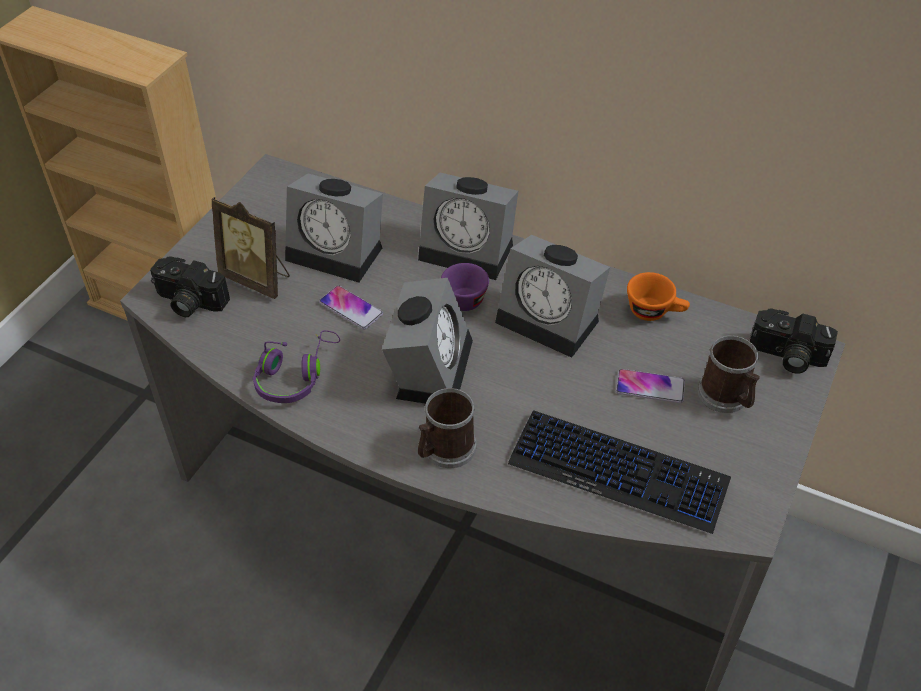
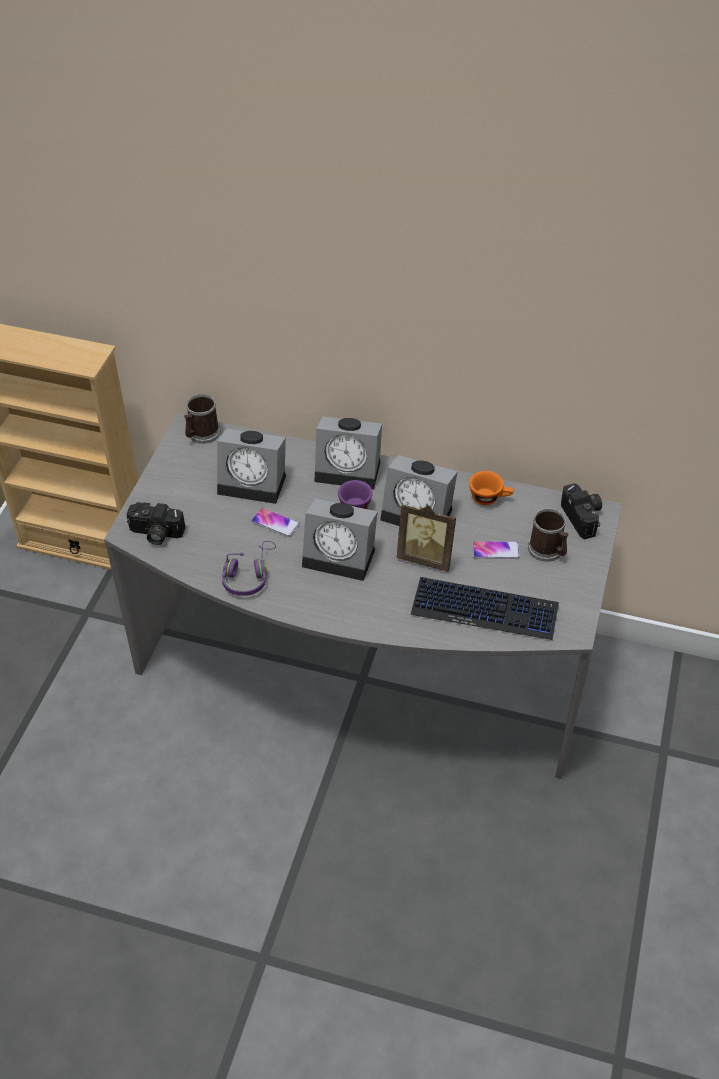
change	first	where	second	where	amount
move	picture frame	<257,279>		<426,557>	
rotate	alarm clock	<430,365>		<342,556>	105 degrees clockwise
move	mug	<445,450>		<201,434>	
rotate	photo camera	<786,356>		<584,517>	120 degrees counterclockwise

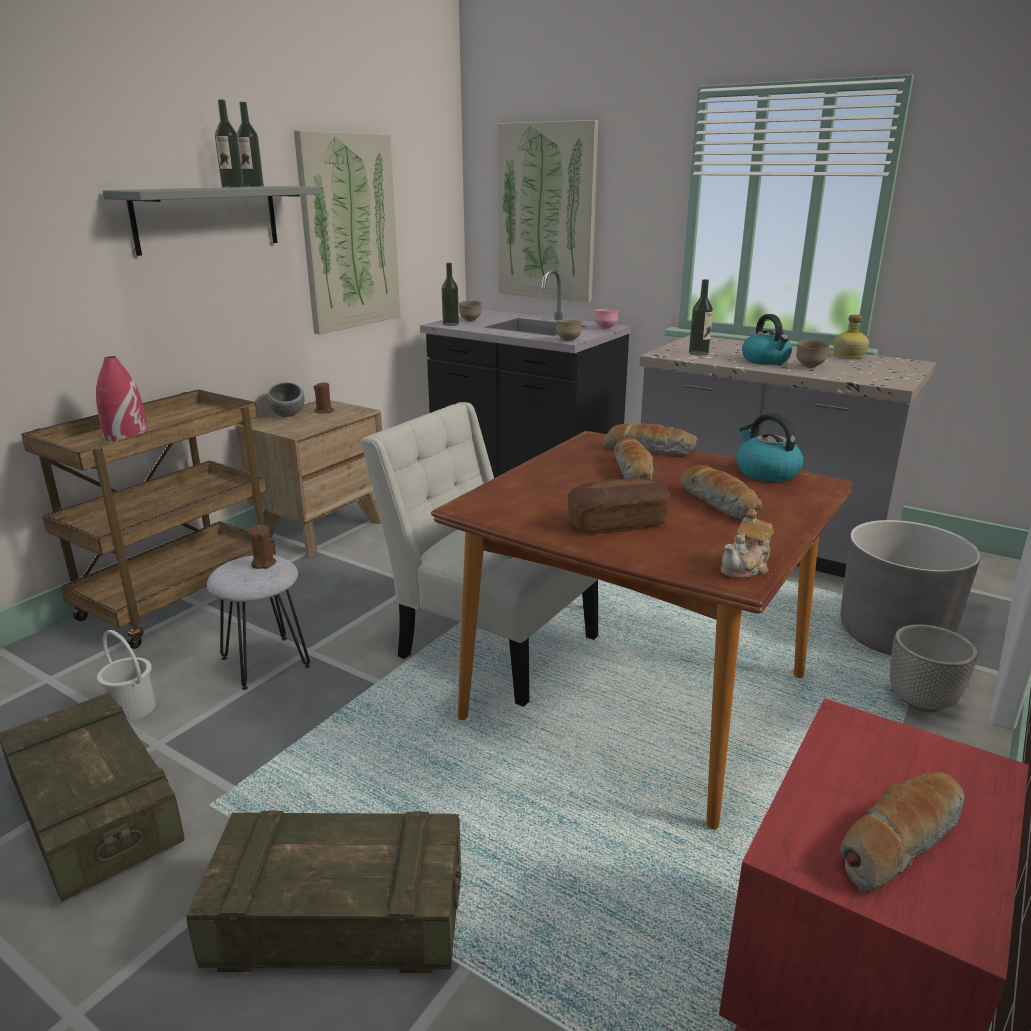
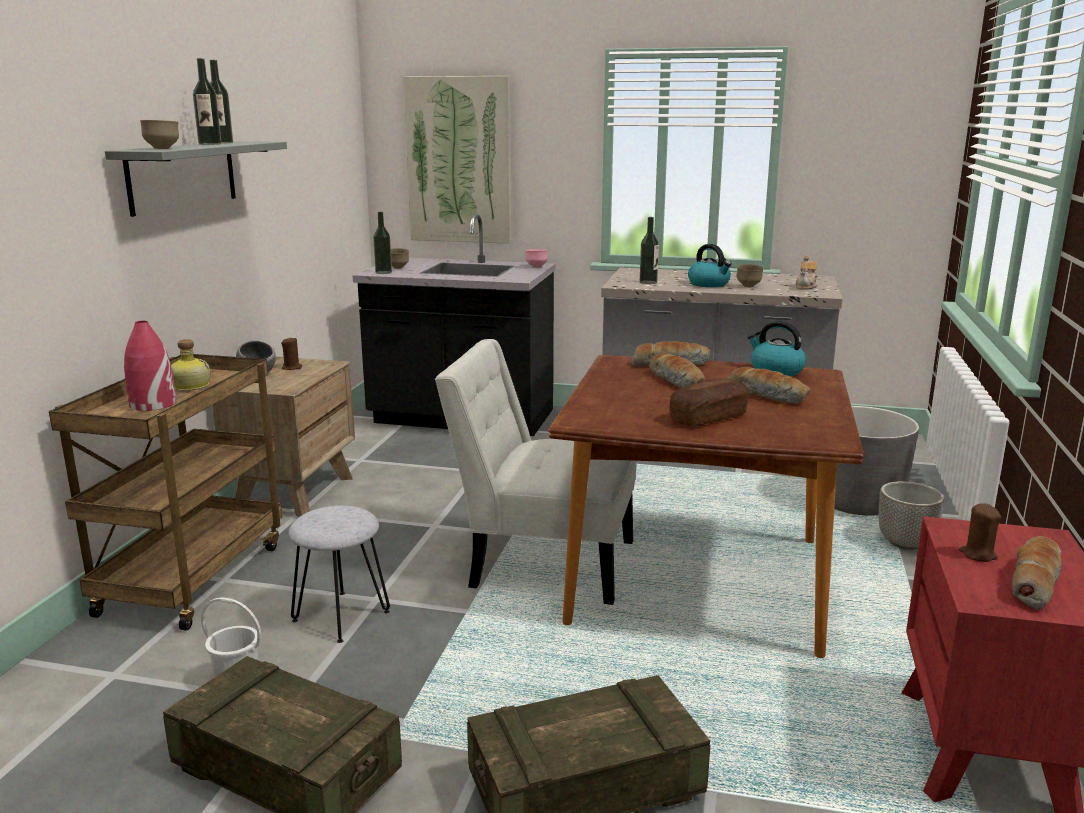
change	first	where	second	where	amount
move	candle in brown	<263,563>		<978,554>	
delete	picture	<349,233>			
move	bowl in brown	<568,340>		<162,149>	
move	teapot	<746,568>		<806,287>	
move	bottle	<848,355>		<190,386>	

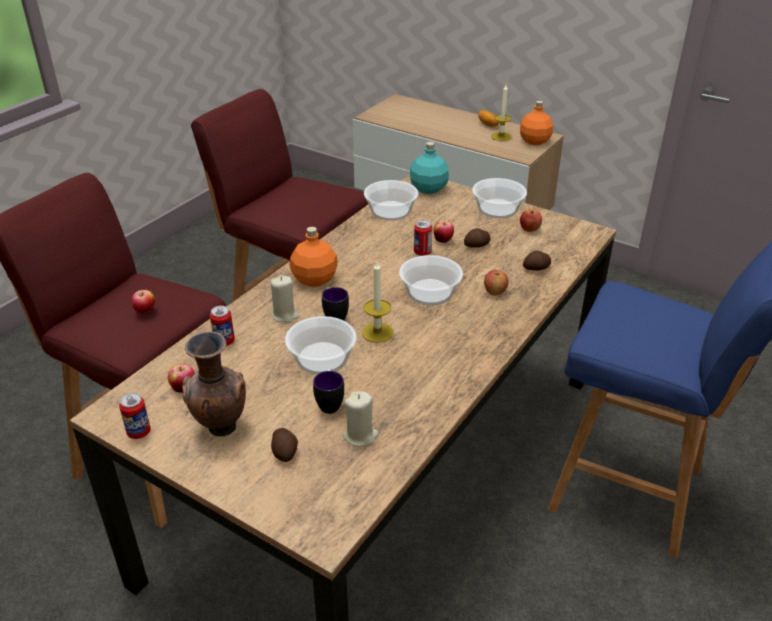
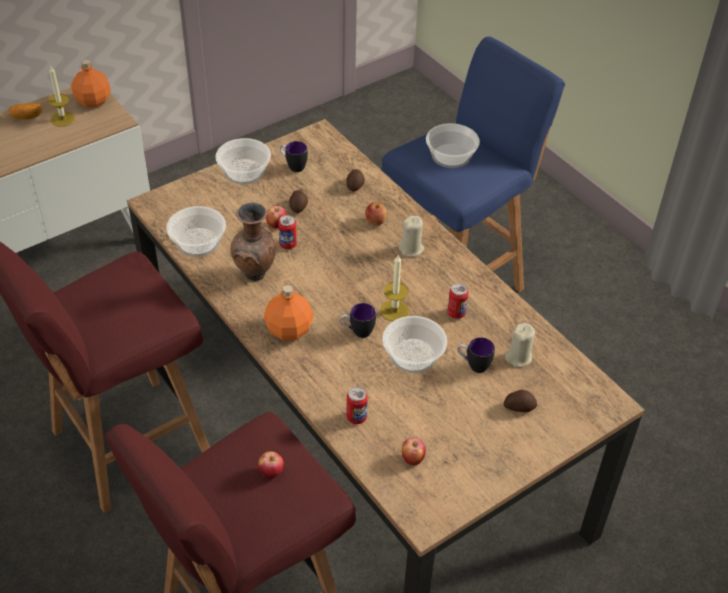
change	first	where	second	where	amount
move	can	<139,432>		<456,313>	
move	vase in brown	<220,429>		<256,275>	
move	candle in beige	<285,315>		<411,249>	
move	bowl	<429,292>		<451,156>	
delete	bottle in turquoise	<428,188>			
replace	apple	<529,230>	mug	<293,166>	

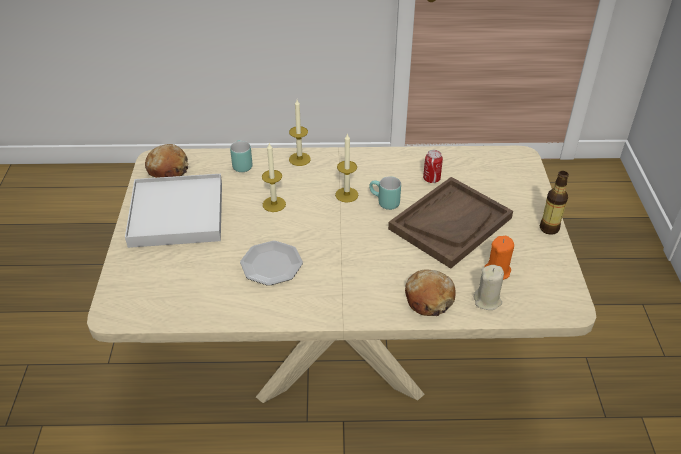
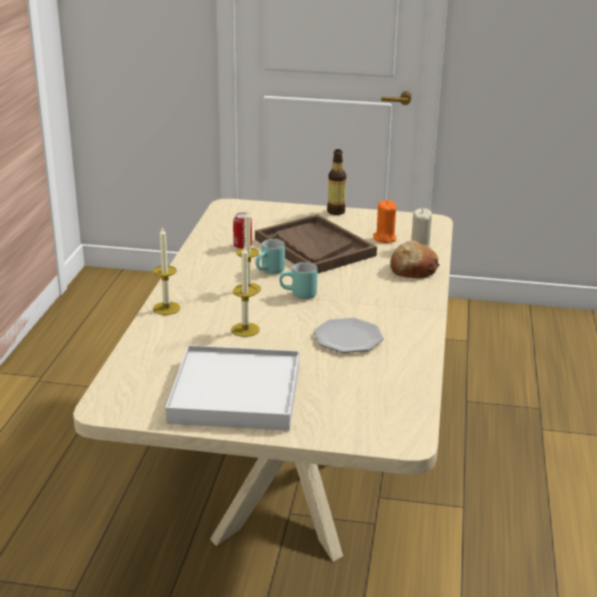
change	first	where	second	where	amount
delete	bread	<168,169>			
move	mug in turquoise	<240,164>		<298,295>	

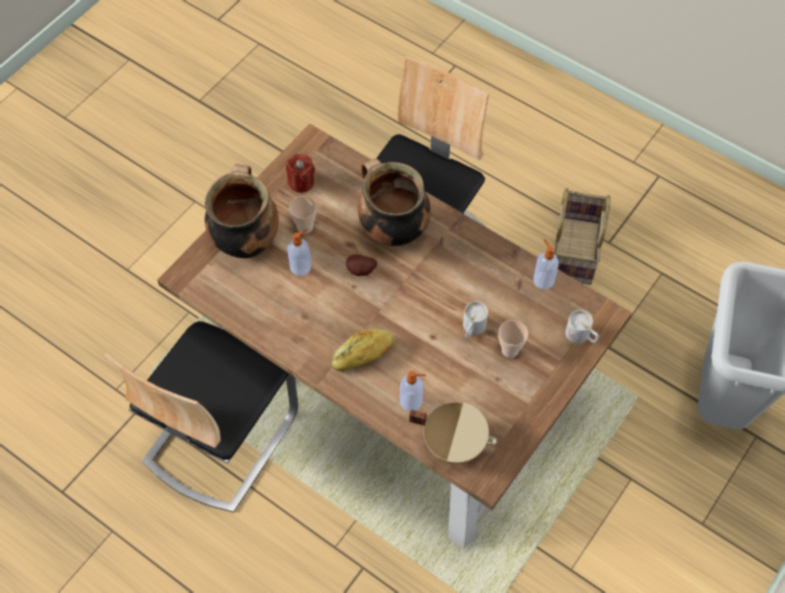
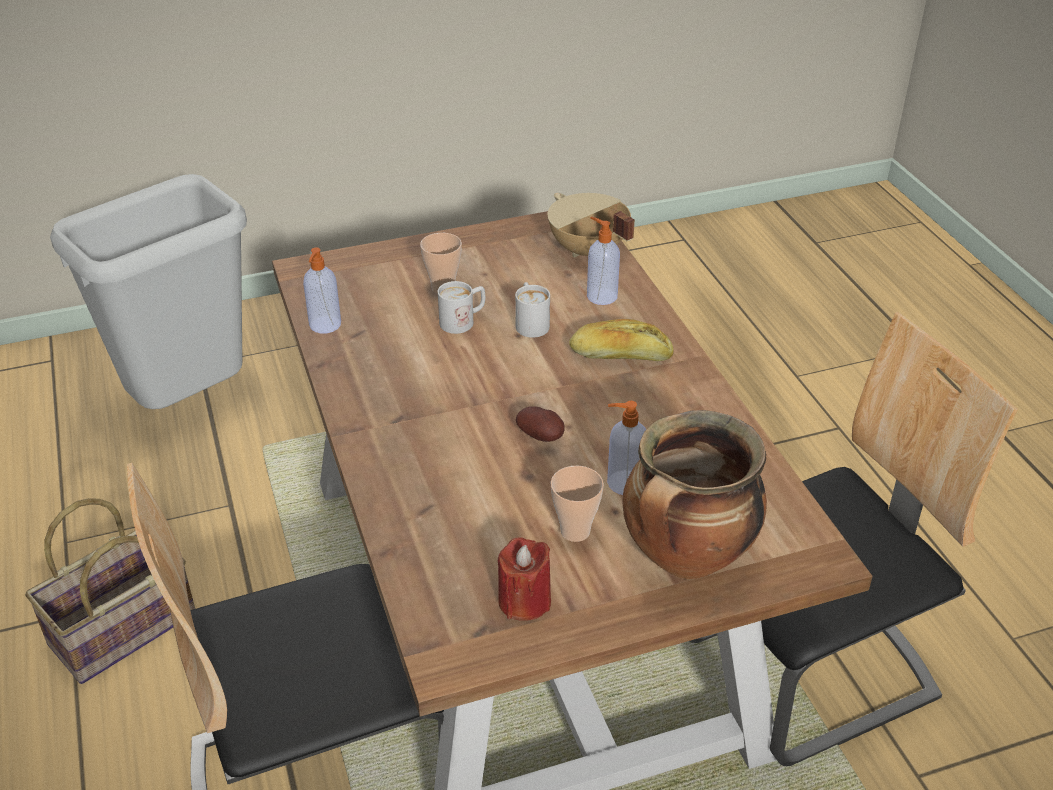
change	first	where	second	where	amount
delete	cooking pot	<392,230>			
move	mug in white	<581,336>		<530,322>	

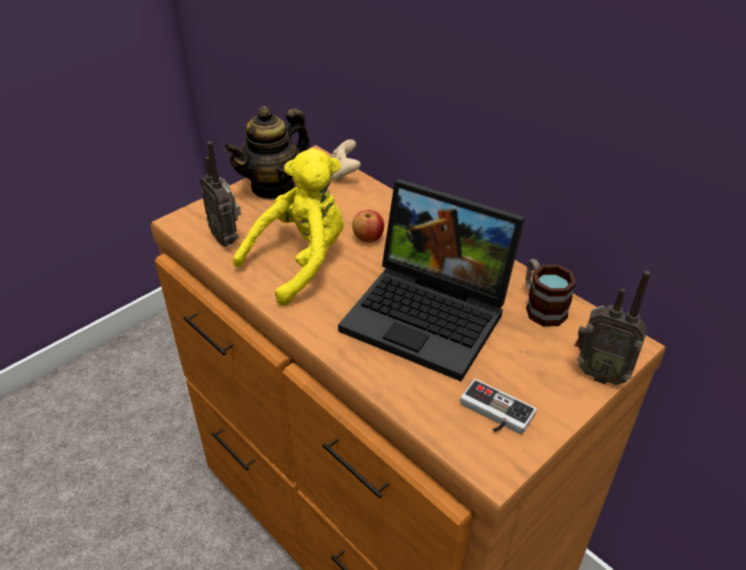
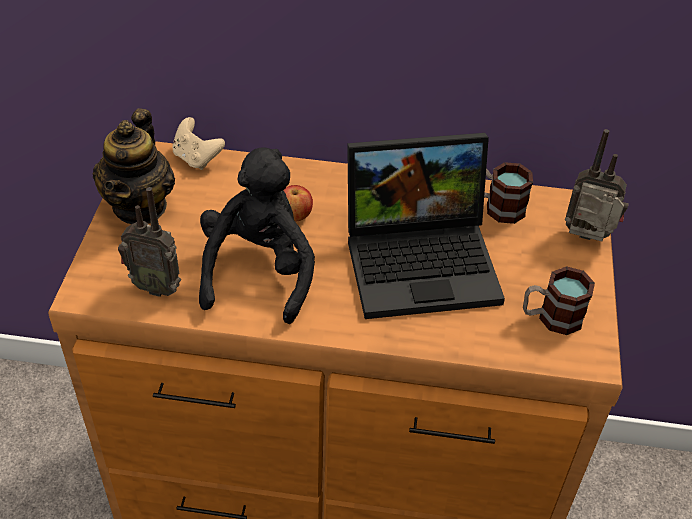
change	first	where	second	where	amount
recolor	plush toy in yellow	<301,262>	plush toy in black	<259,272>	
replace	game controller	<493,414>	mug	<551,317>	
rotate	radio	<599,373>		<587,240>	150 degrees counterclockwise

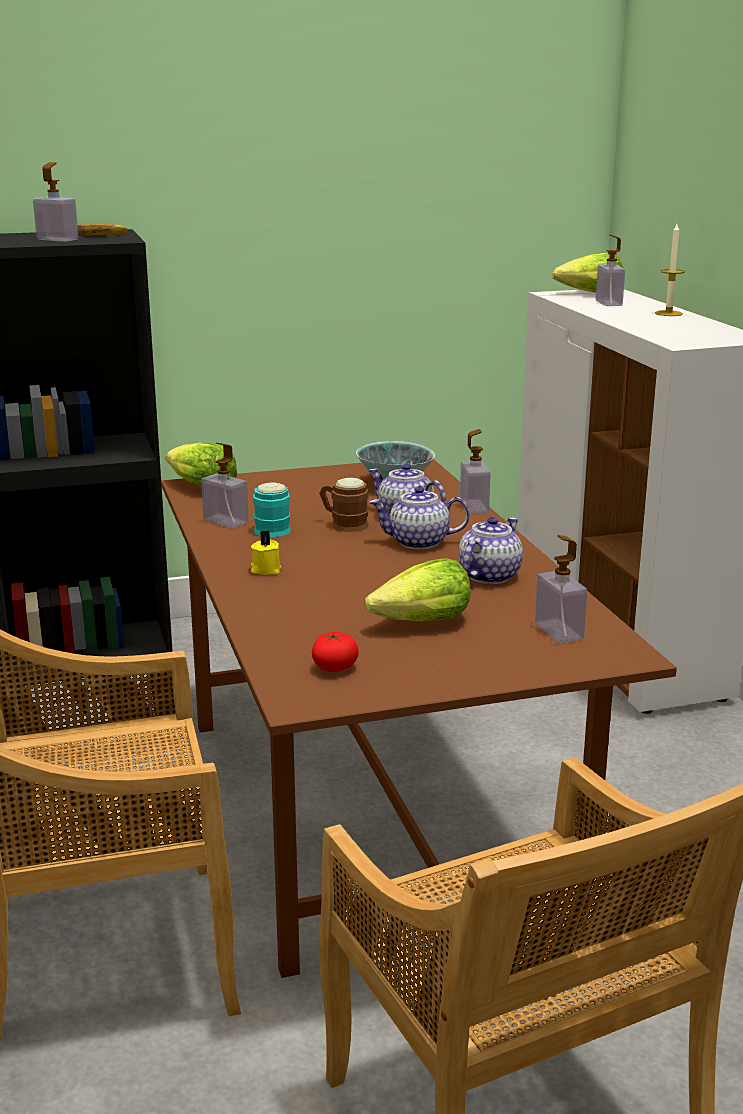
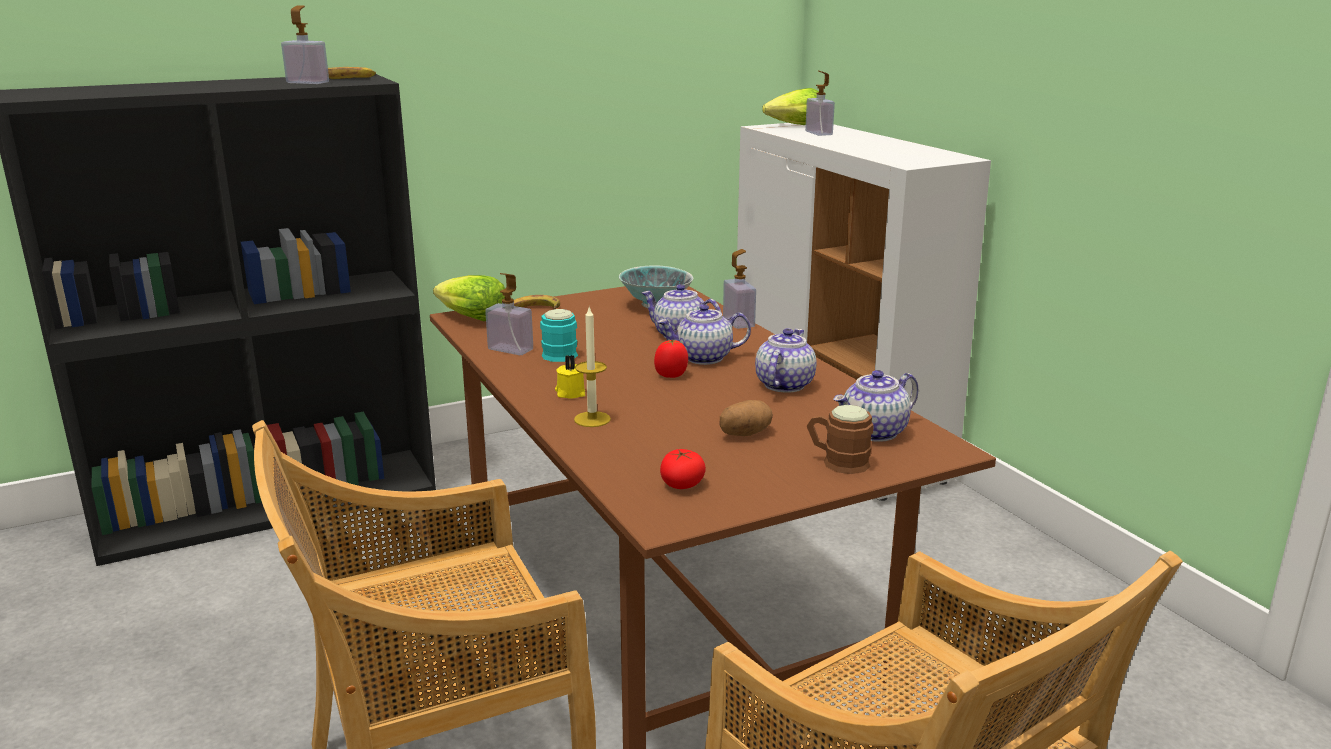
change	first	where	second	where	amount
move	mug in brown	<343,524>		<837,462>	
replace	lettuce	<423,622>	potato	<745,433>	
replace	soap dispenser	<558,631>	teapot	<874,432>	
move	candle	<668,313>		<592,419>	
insert			banana	<534,309>	
insert			tomato	<671,375>	

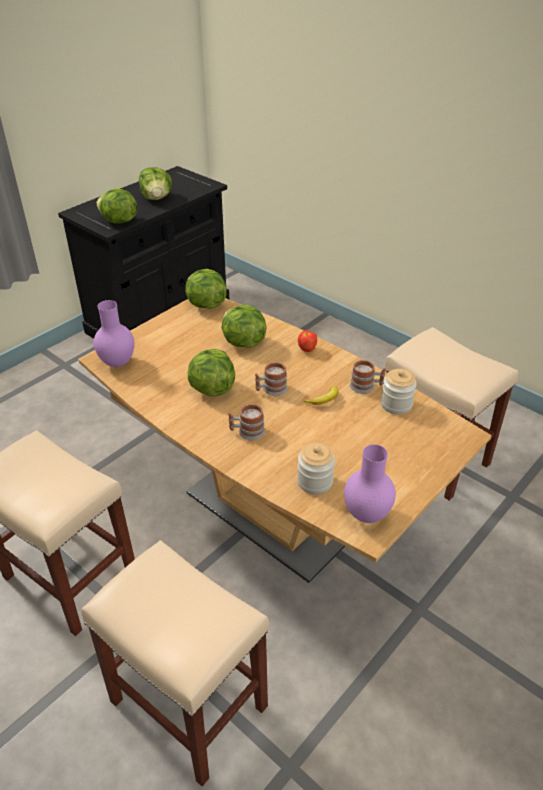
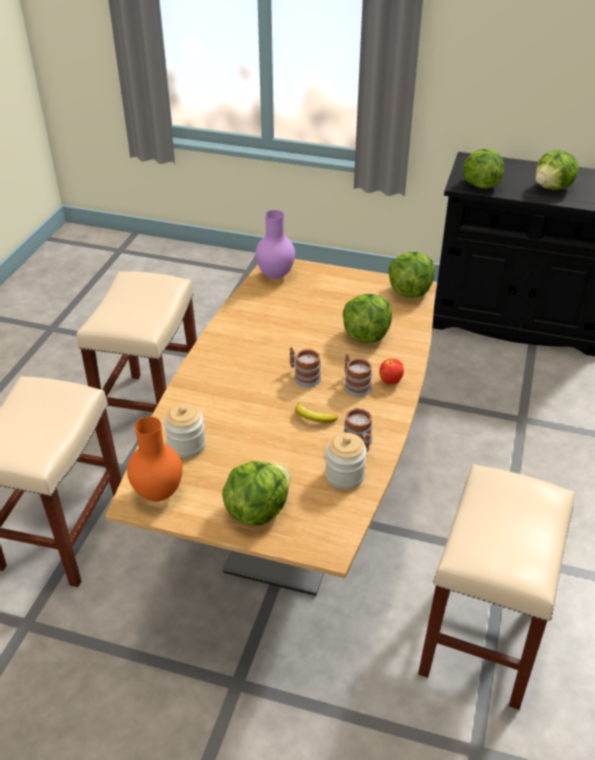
change	first	where	second	where	amount
move	lettuce	<211,388>		<257,510>	
move	mug	<247,432>		<355,385>	
recolor	vase in purple	<367,514>	vase in orange	<159,494>	

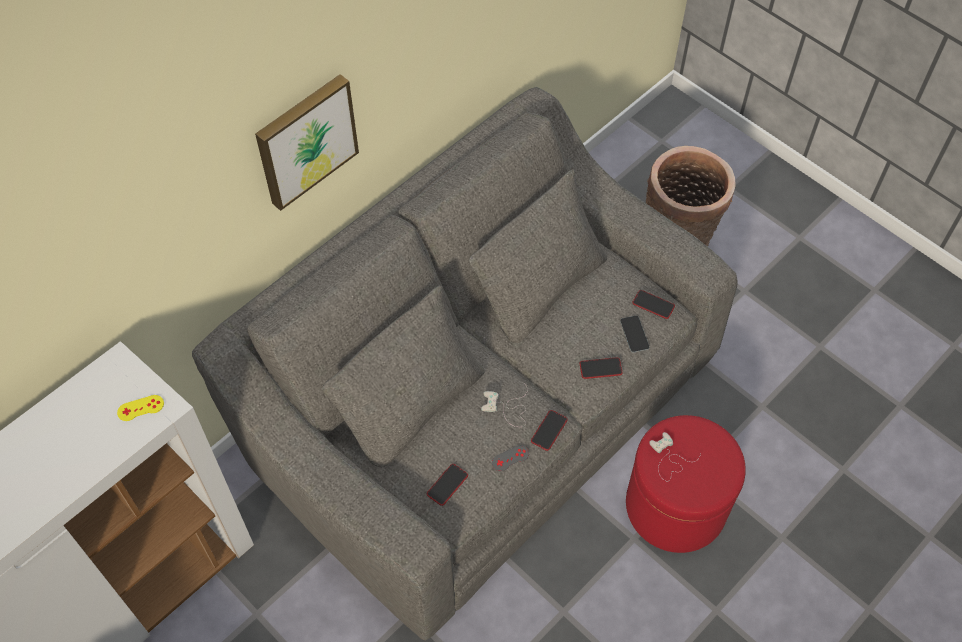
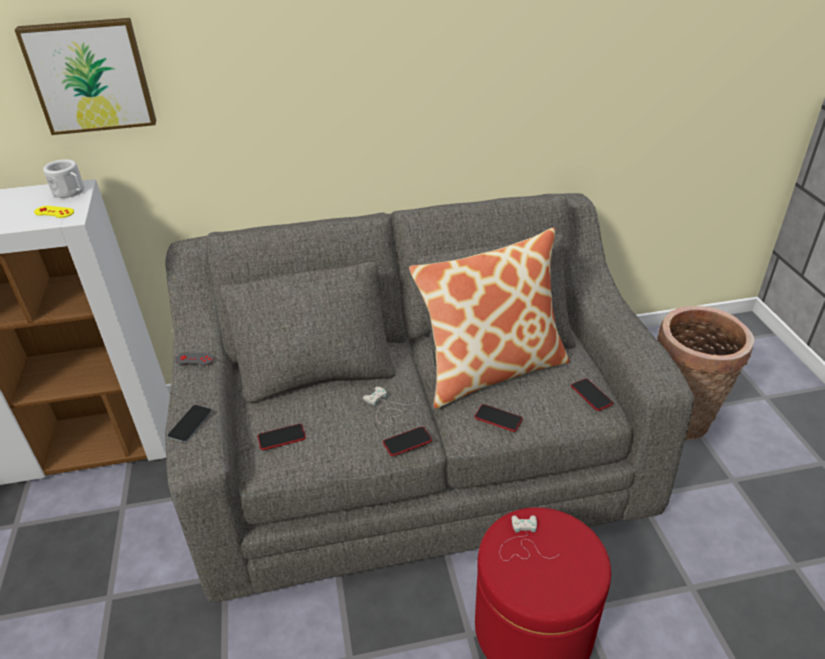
change	first	where	second	where	amount
move	picture	<305,140>		<90,76>	
move	game controller in grey	<510,458>		<195,359>	
move	phone	<634,334>		<190,423>	
insert			mug in white	<71,192>	
insert			pillow	<491,370>	

